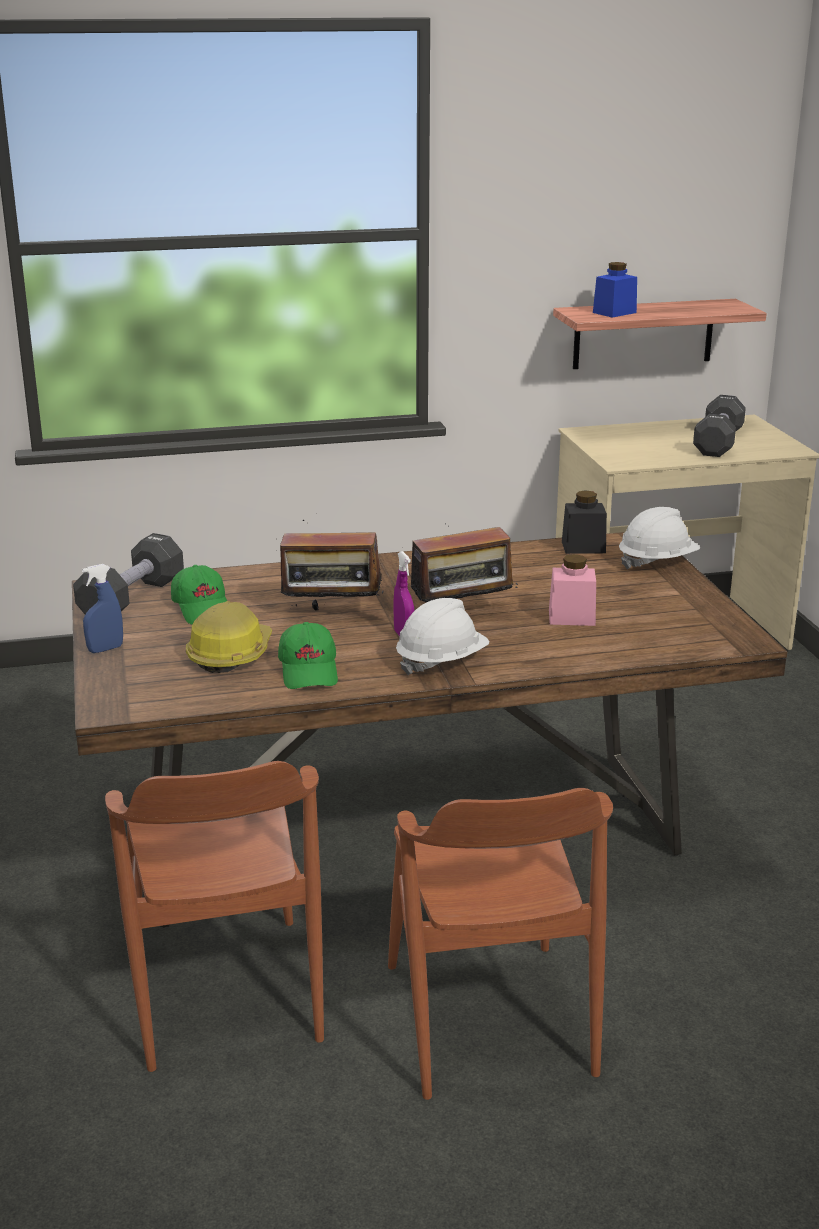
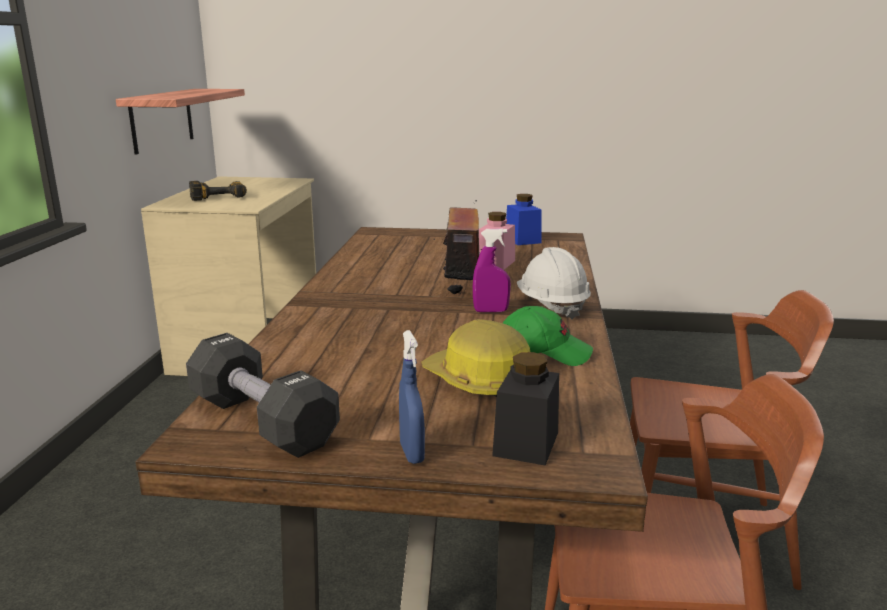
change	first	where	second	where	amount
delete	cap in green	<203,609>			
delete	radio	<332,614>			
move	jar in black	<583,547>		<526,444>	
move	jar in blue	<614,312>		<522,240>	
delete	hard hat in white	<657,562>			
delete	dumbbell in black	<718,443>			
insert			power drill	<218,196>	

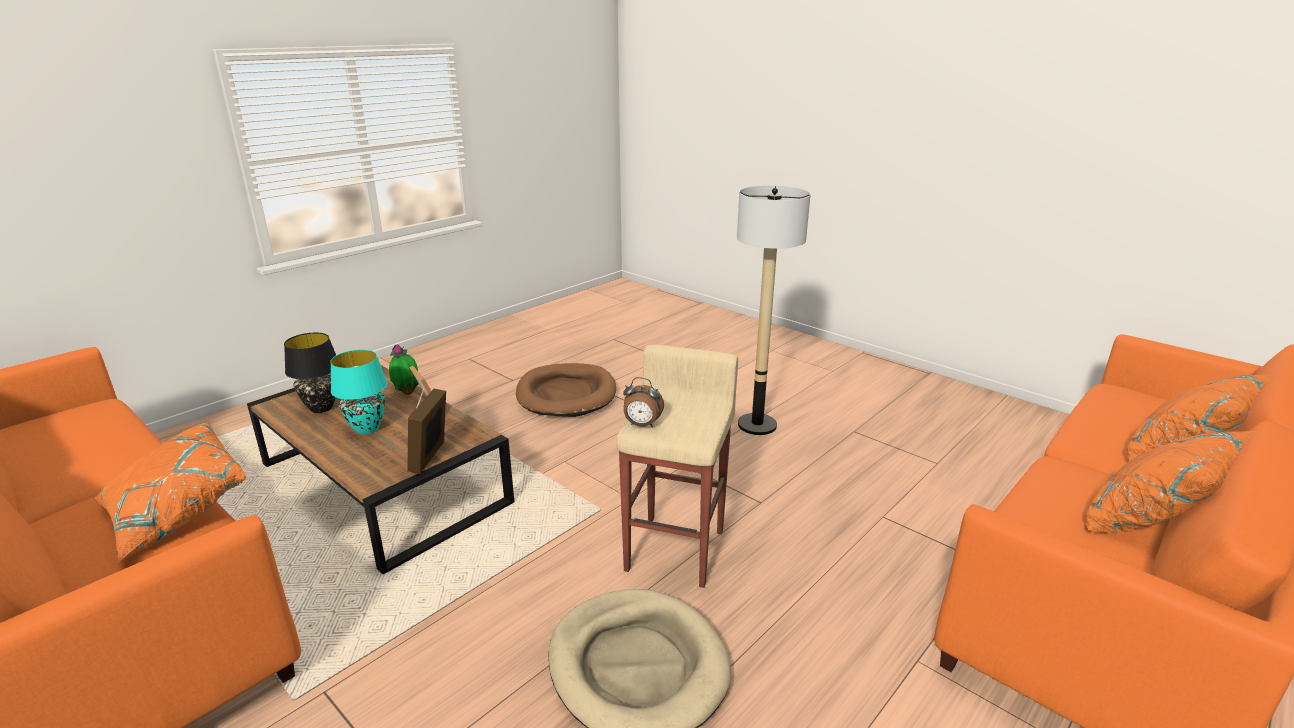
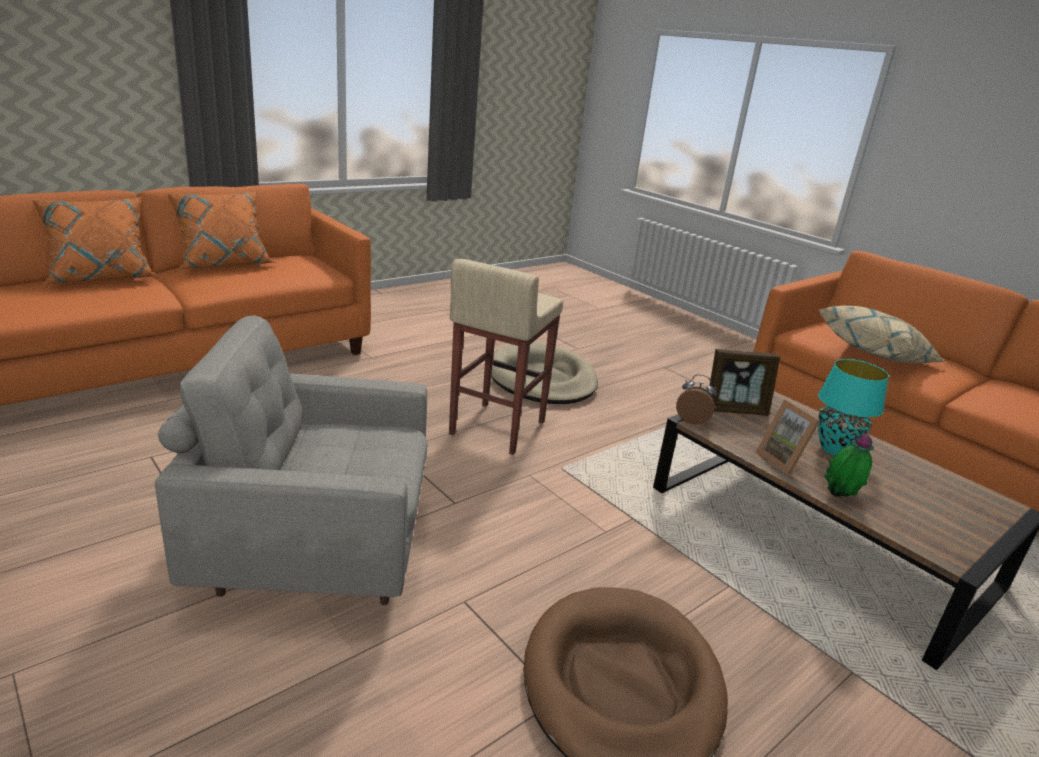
change	first	where	second	where	amount
recolor	pillow in orange	<176,512>	pillow in beige	<875,356>	
delete	table lamp in black	<321,408>			
rotate	picture frame	<431,457>		<735,410>	75 degrees clockwise
move	alarm clock	<642,425>		<692,420>	
replace	floor lamp	<757,425>	armchair in grey	<314,548>	

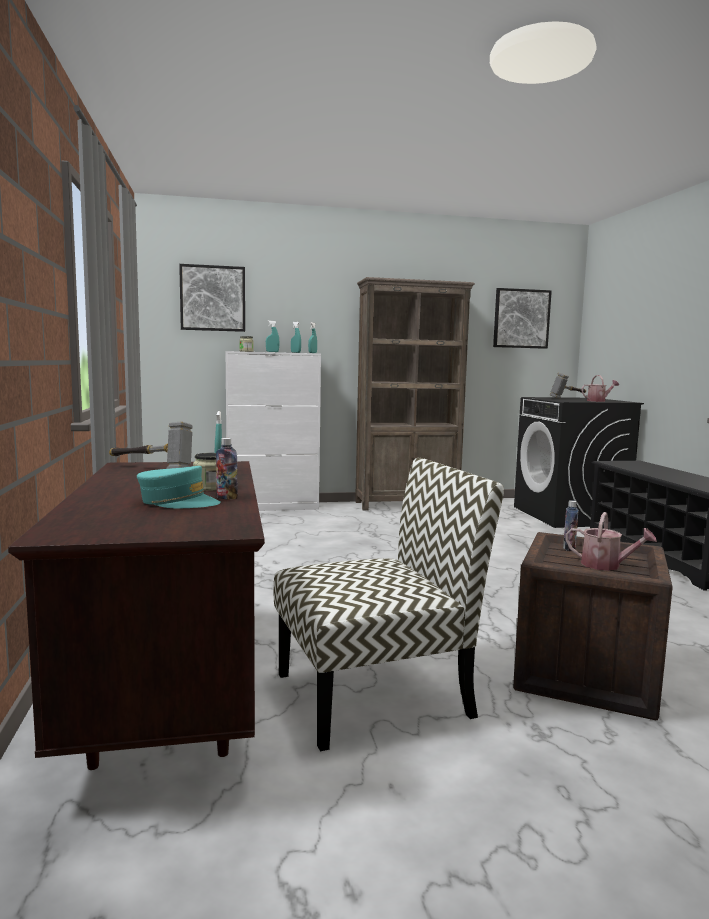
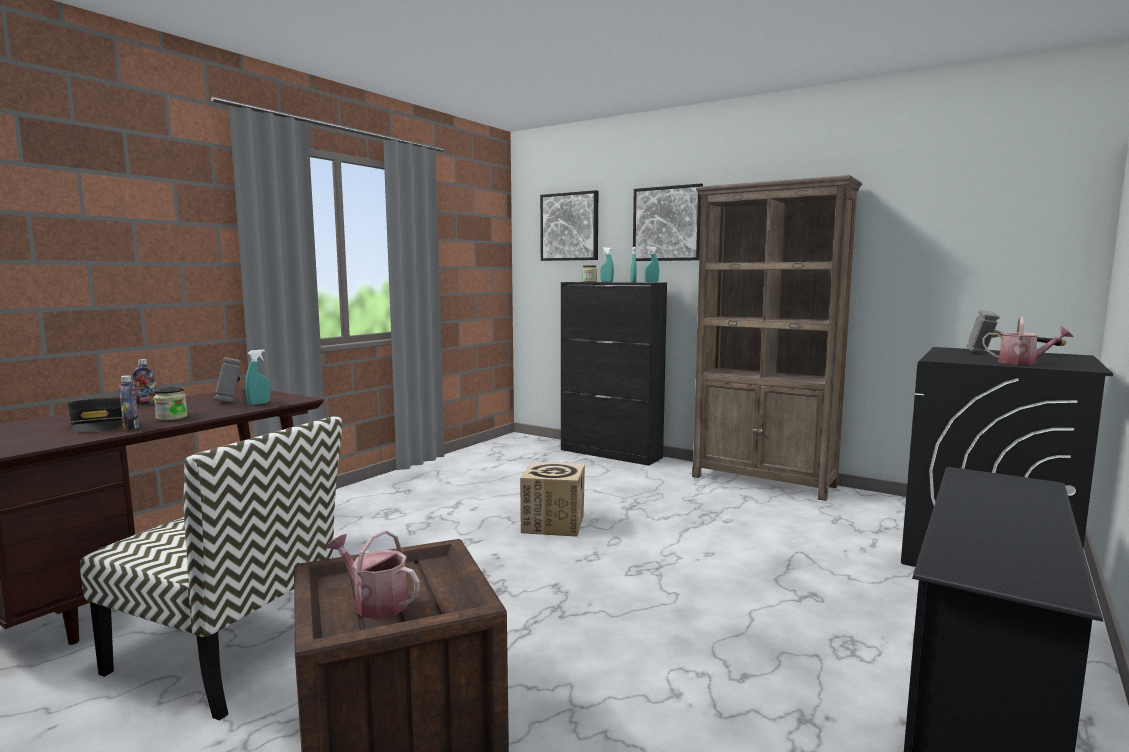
change	first	where	second	where	amount
recolor	cap in turquoise	<178,502>	cap in grey	<98,425>	
recolor	cabinet in white	<273,507>	cabinet in black	<611,454>	
move	picture	<521,318>		<667,224>	
move	bottle	<569,548>		<146,403>	
rotate	watering can	<606,565>		<375,603>	135 degrees clockwise
insert			cardboard box	<553,524>	

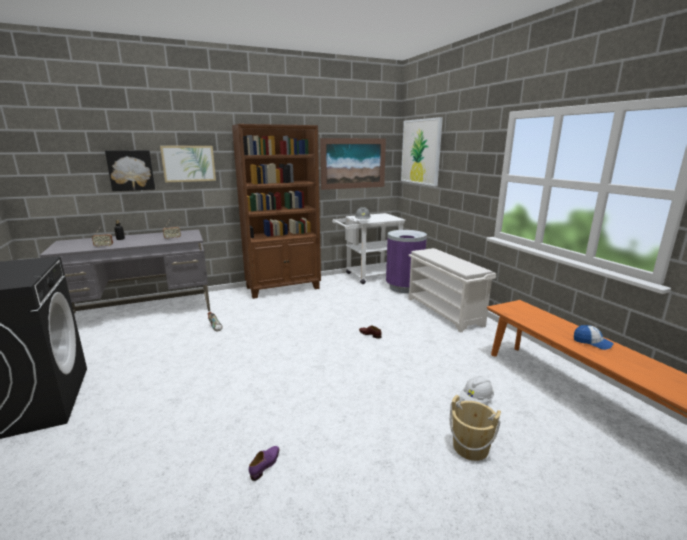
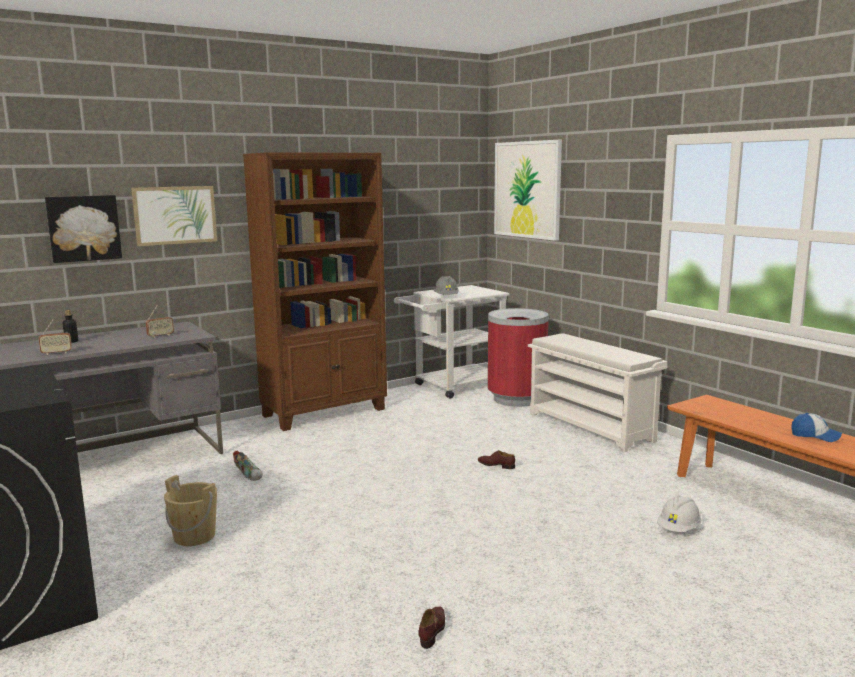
change	first	where	second	where	amount
recolor	shoe in purple	<265,464>	shoe in brown	<433,630>	
delete	picture	<353,163>			
recolor	trash can in purple	<404,287>	trash can in red	<516,399>	
move	bucket in beige	<470,447>		<194,536>	

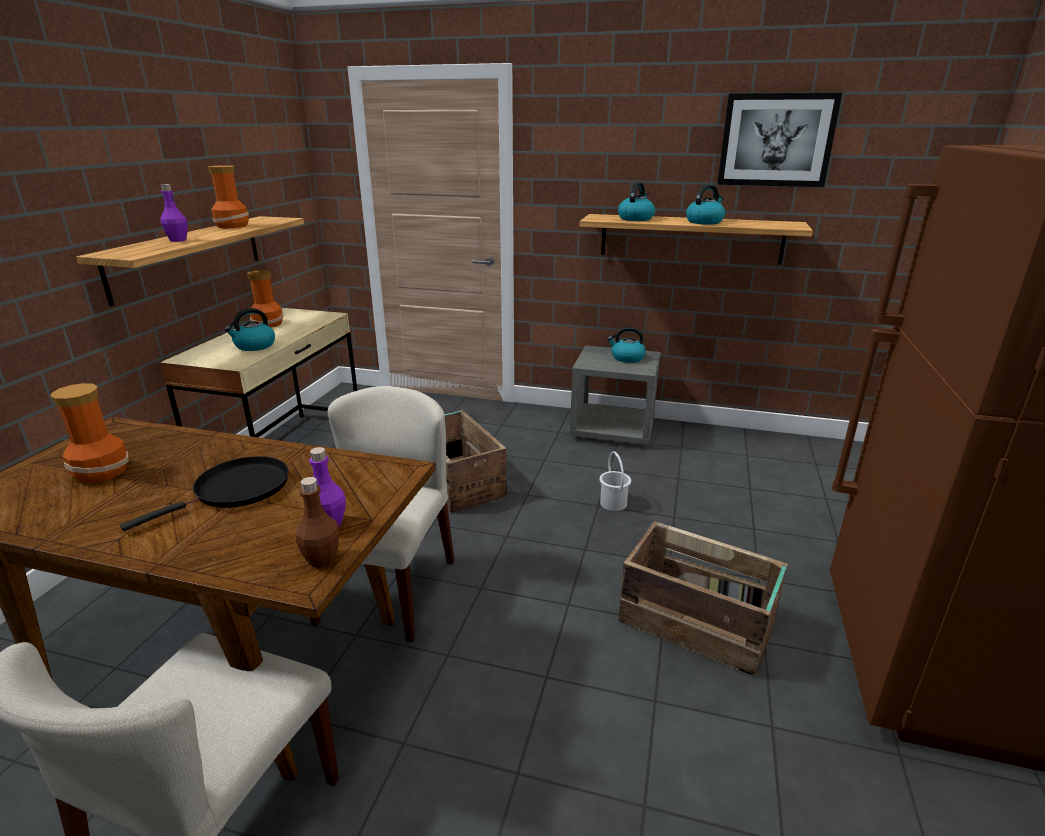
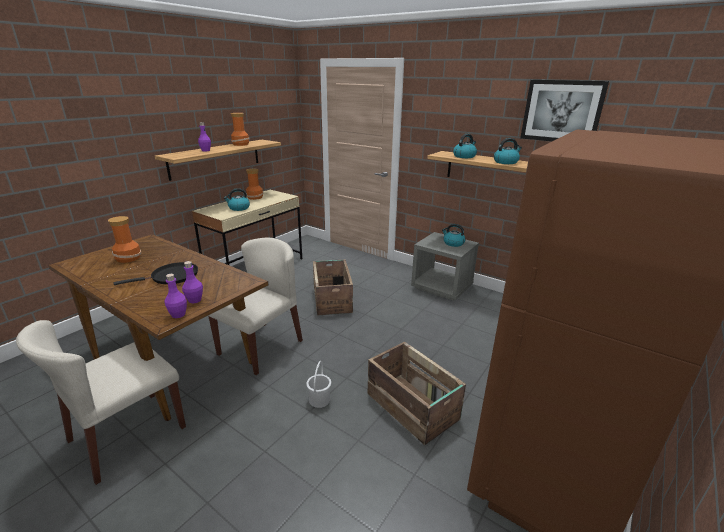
change	first	where	second	where	amount
recolor	bottle in brown	<322,559>	bottle in purple	<178,315>	
move	bucket in white	<613,503>		<320,400>	

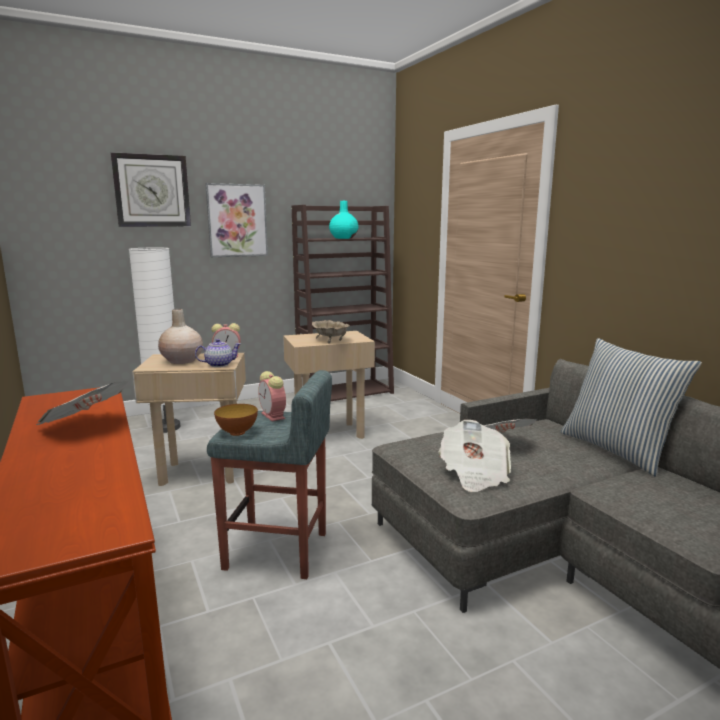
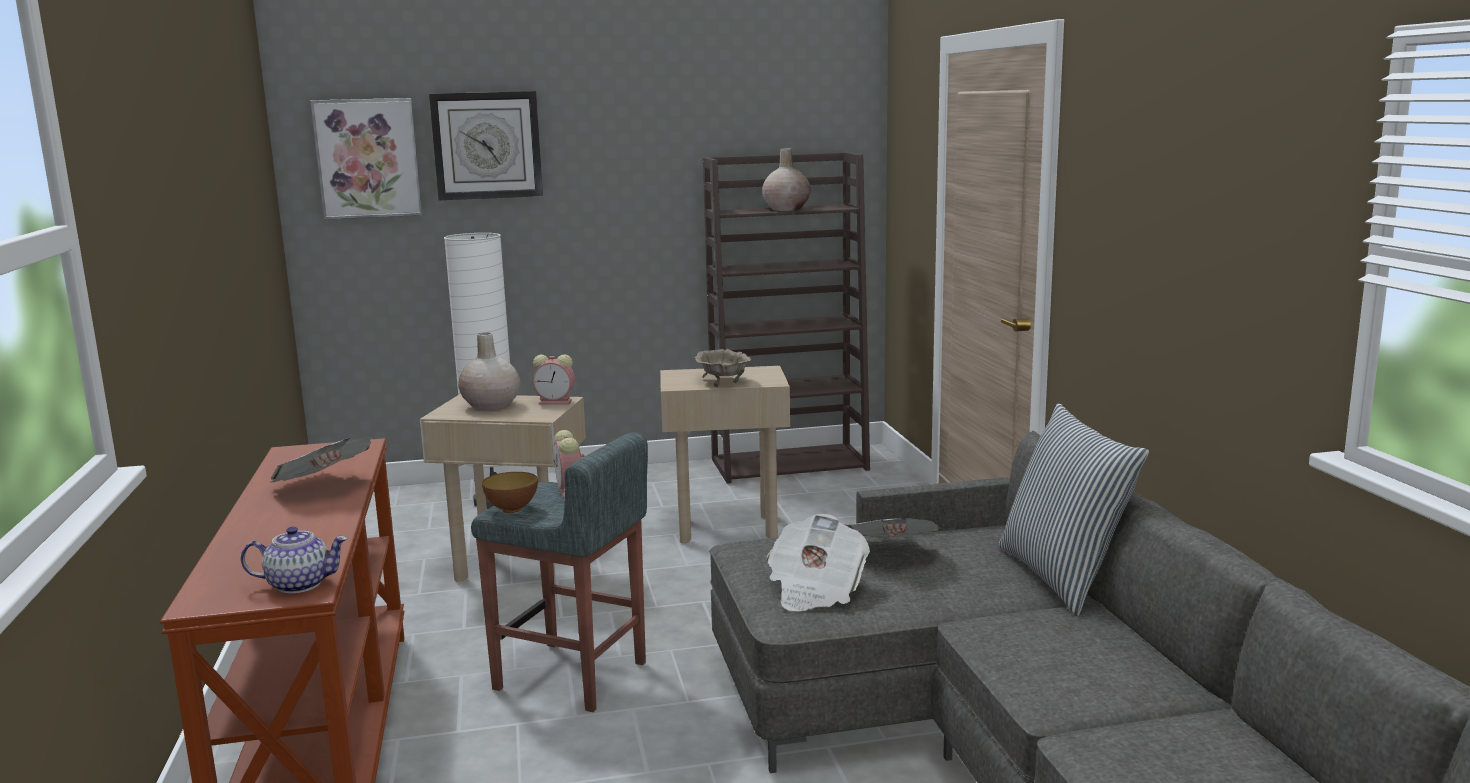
change	first	where	second	where	amount
move	teapot	<219,364>		<298,584>	
move	picture	<237,220>		<368,158>	
recolor	vase in turquoise	<343,238>	vase in beige	<786,209>	

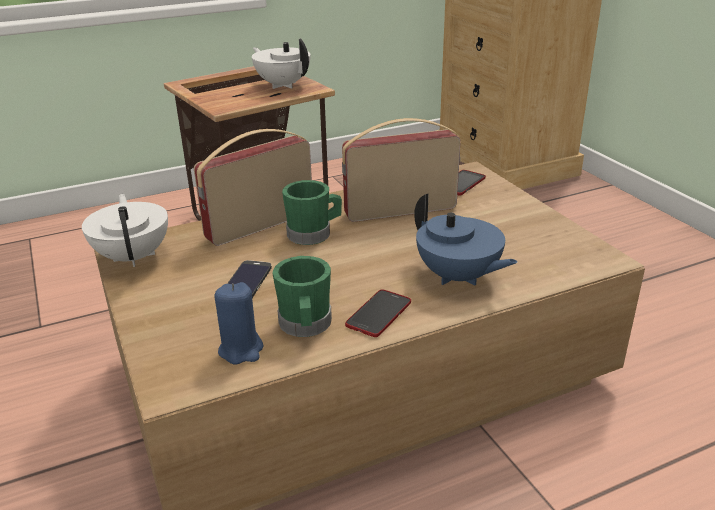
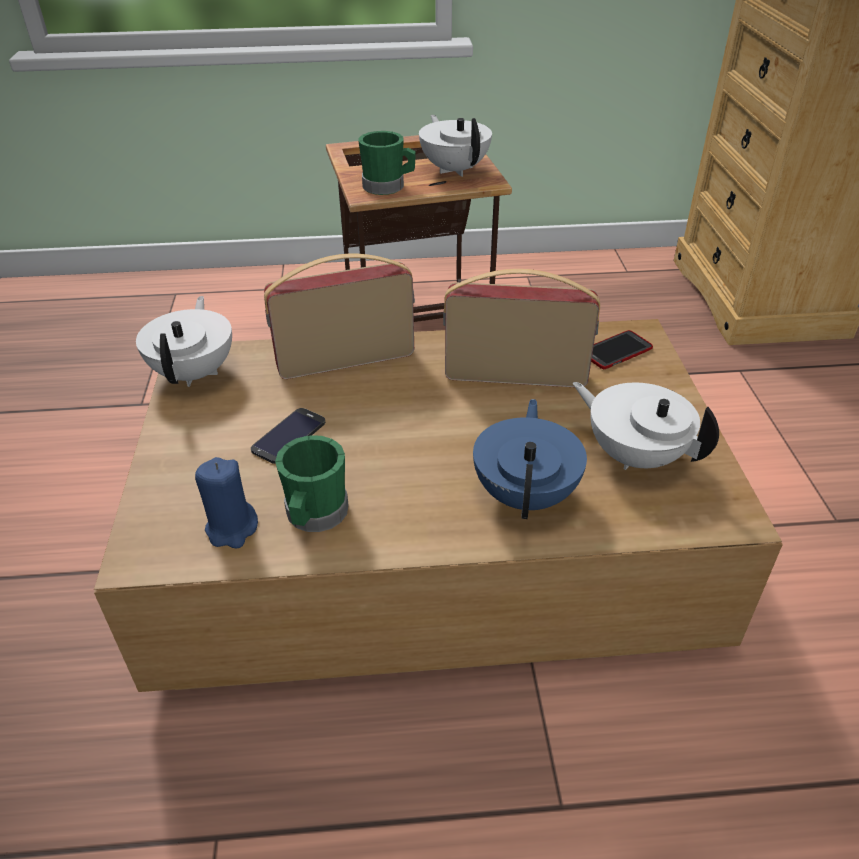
change	first	where	second	where	amount
move	mug in green	<314,234>		<388,187>	
delete	phone	<379,314>			
rotate	teapot in blue	<458,277>		<526,494>	150 degrees counterclockwise
insert			teapot in white	<634,455>	

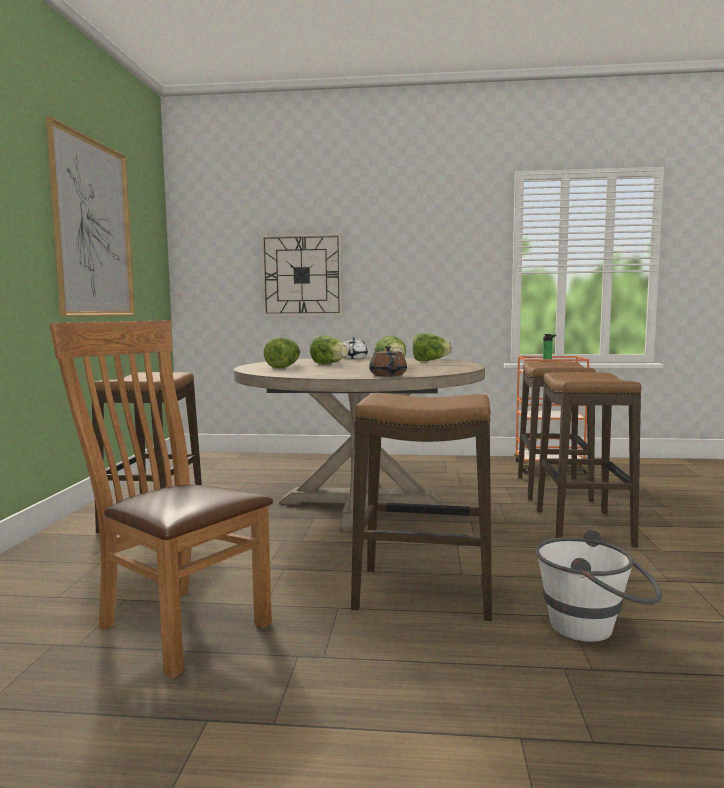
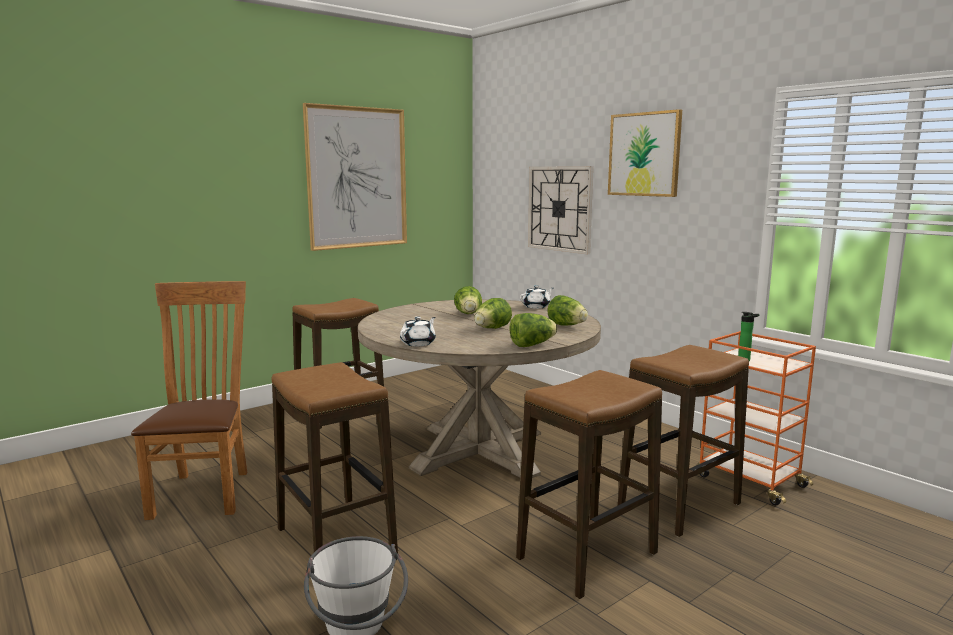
change	first	where	second	where	amount
move	lettuce	<284,367>		<532,345>	
recolor	teapot in brown	<388,375>	teapot in white	<418,343>	
insert			picture	<644,154>	

